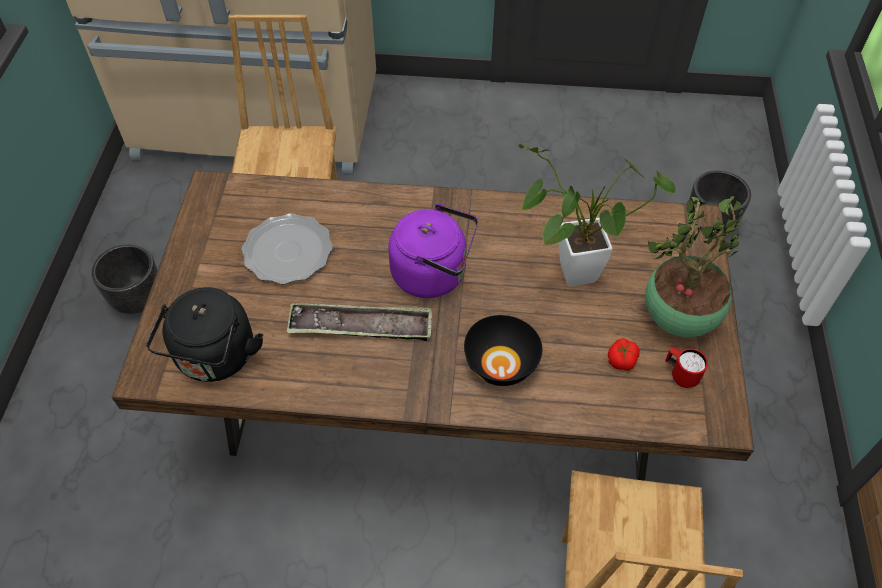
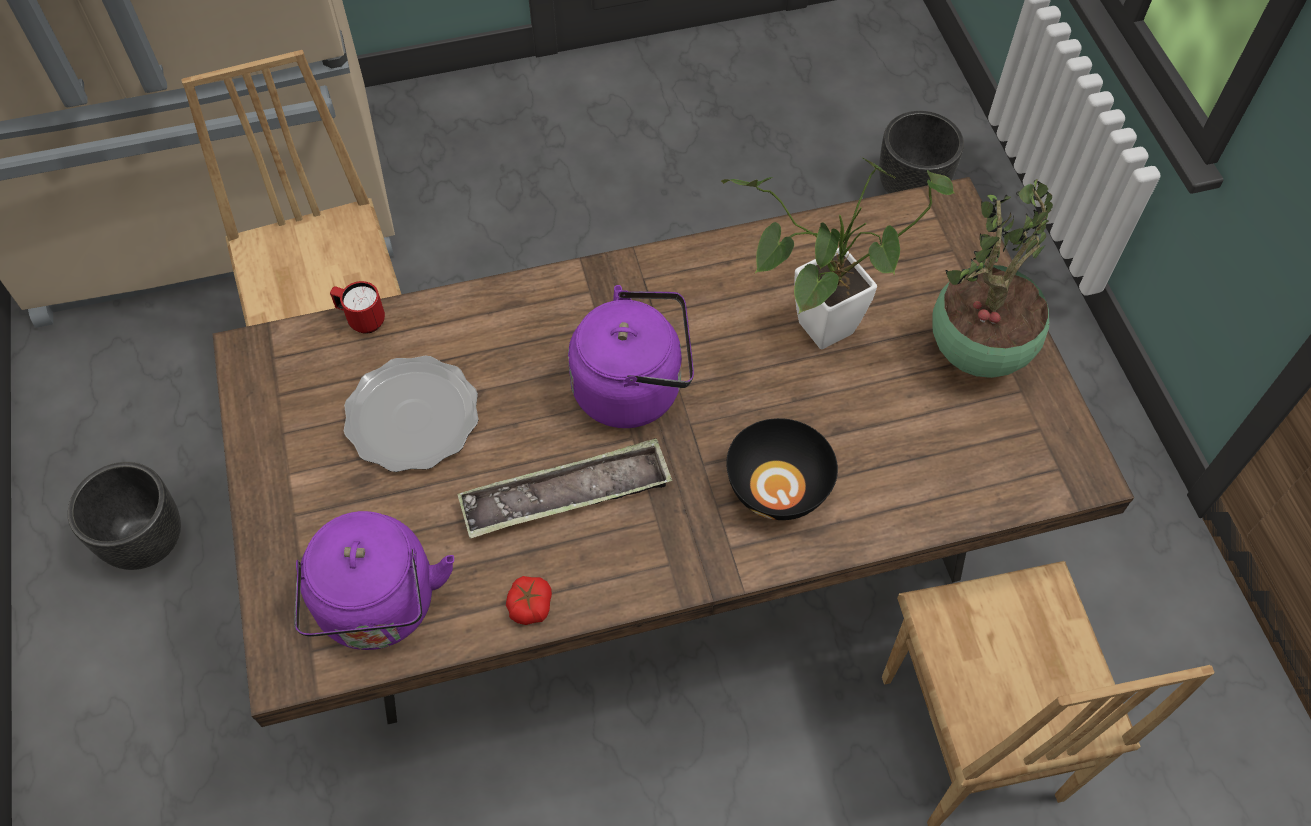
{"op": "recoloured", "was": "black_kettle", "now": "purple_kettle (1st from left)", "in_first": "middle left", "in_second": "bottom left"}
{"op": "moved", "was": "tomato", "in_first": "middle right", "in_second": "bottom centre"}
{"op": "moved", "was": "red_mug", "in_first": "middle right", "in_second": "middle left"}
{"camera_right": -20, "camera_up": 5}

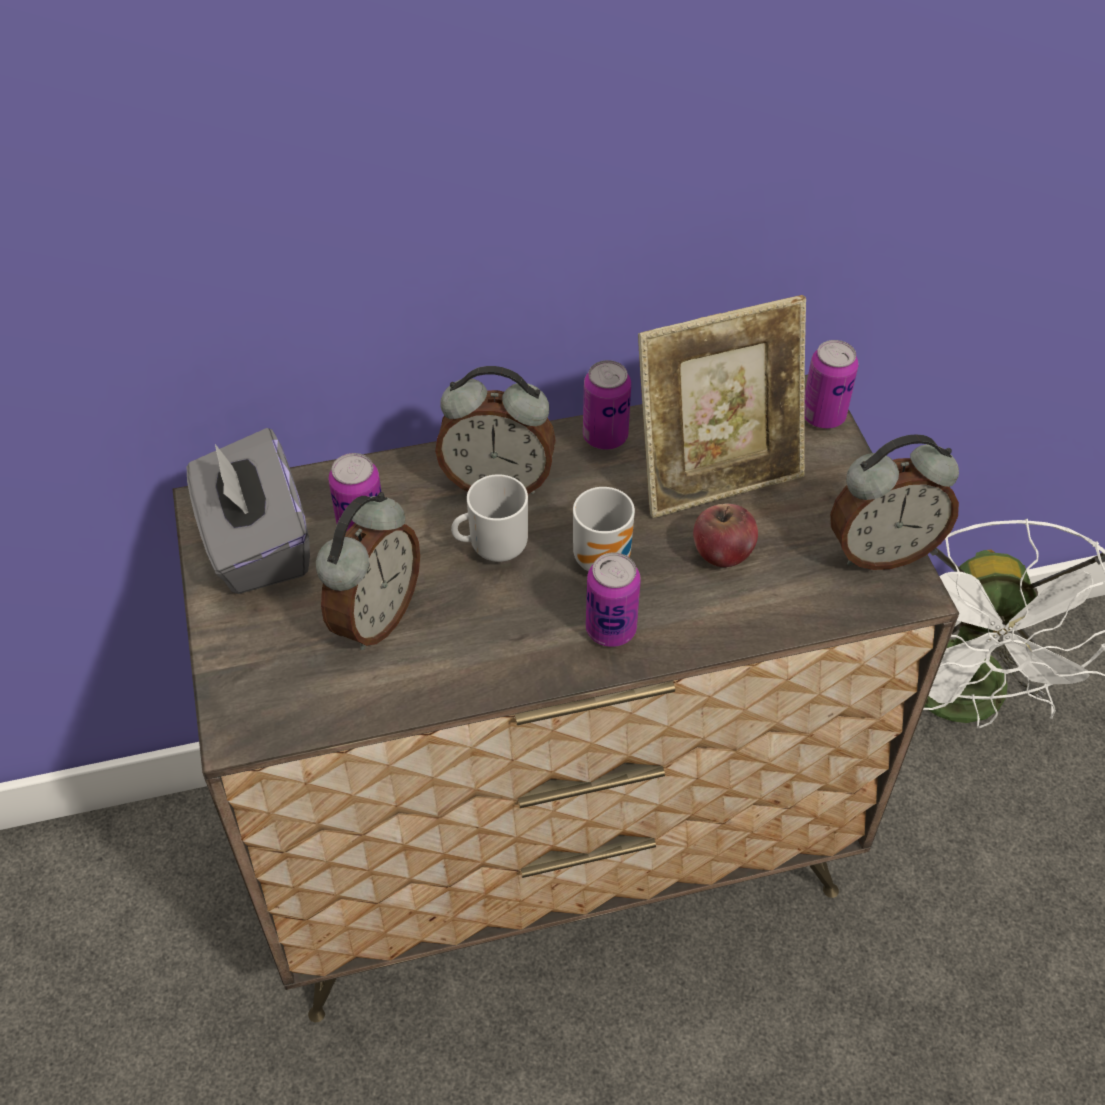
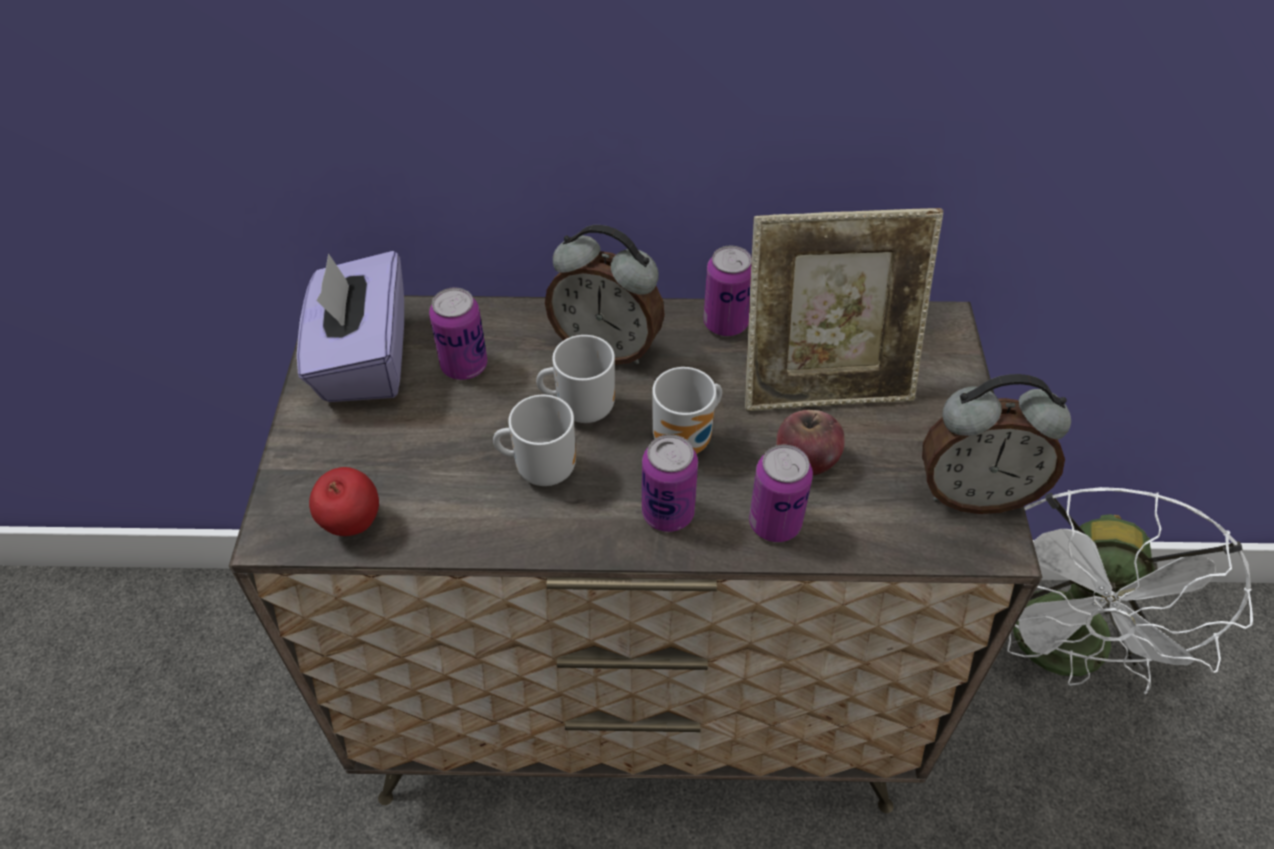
{"op": "recoloured", "was": "grey_tissue_box", "now": "purple_tissue_box", "in_first": "middle left", "in_second": "middle left"}
{"op": "removed", "was": "alarm_clock (1st from left)", "in_first": "middle left"}
{"op": "moved", "was": "can (4th from left)", "in_first": "middle right", "in_second": "centre"}
{"op": "added", "now": "apple (1st from left)", "in_second": "middle left"}
{"op": "added", "now": "mug (1st from left)", "in_second": "centre"}
{"camera_right": 15, "camera_up": 0}

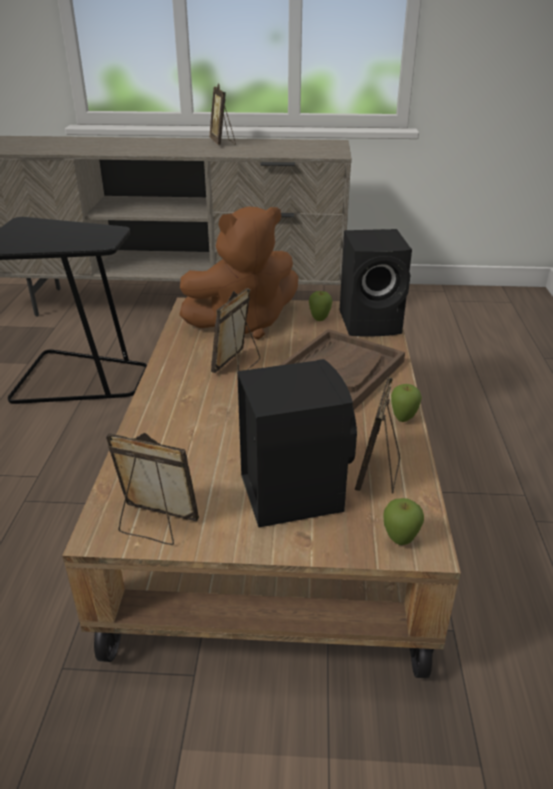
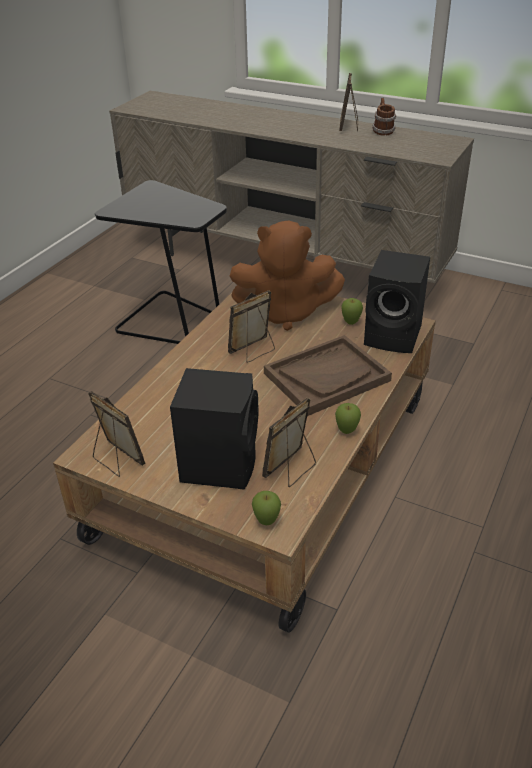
{"op": "added", "now": "mug", "in_second": "top right"}
{"camera_right": 25, "camera_up": 5}

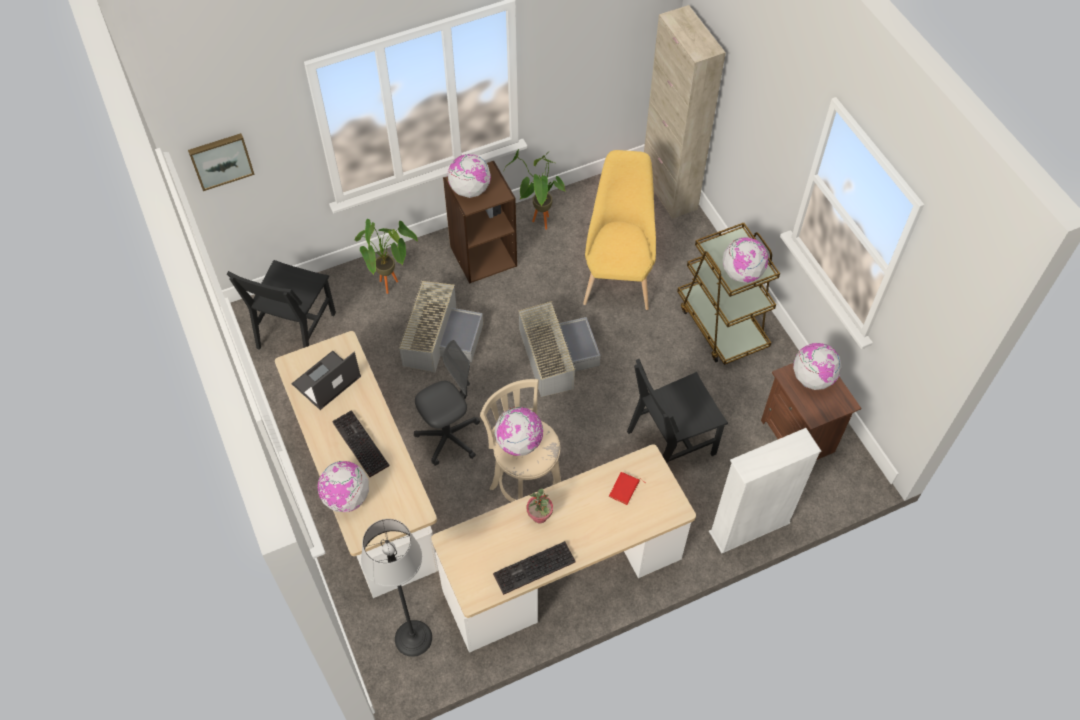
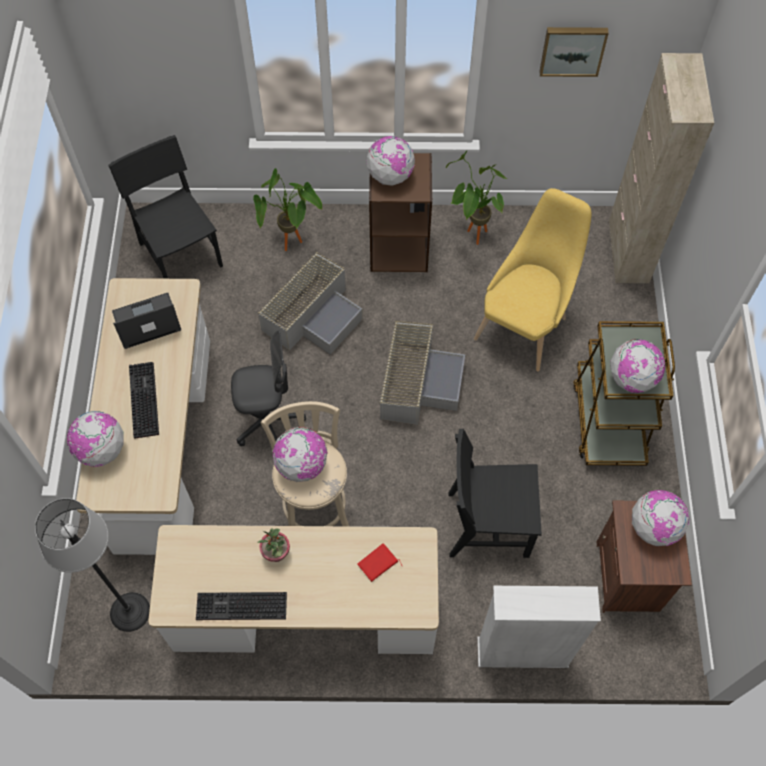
{"op": "moved", "was": "picture", "in_first": "top left", "in_second": "top right"}
{"op": "turned", "was": "black_chair (1st from left)", "in_first": "middle left", "in_second": "top left", "clockwise": 105}
{"camera_right": 25, "camera_up": 5}

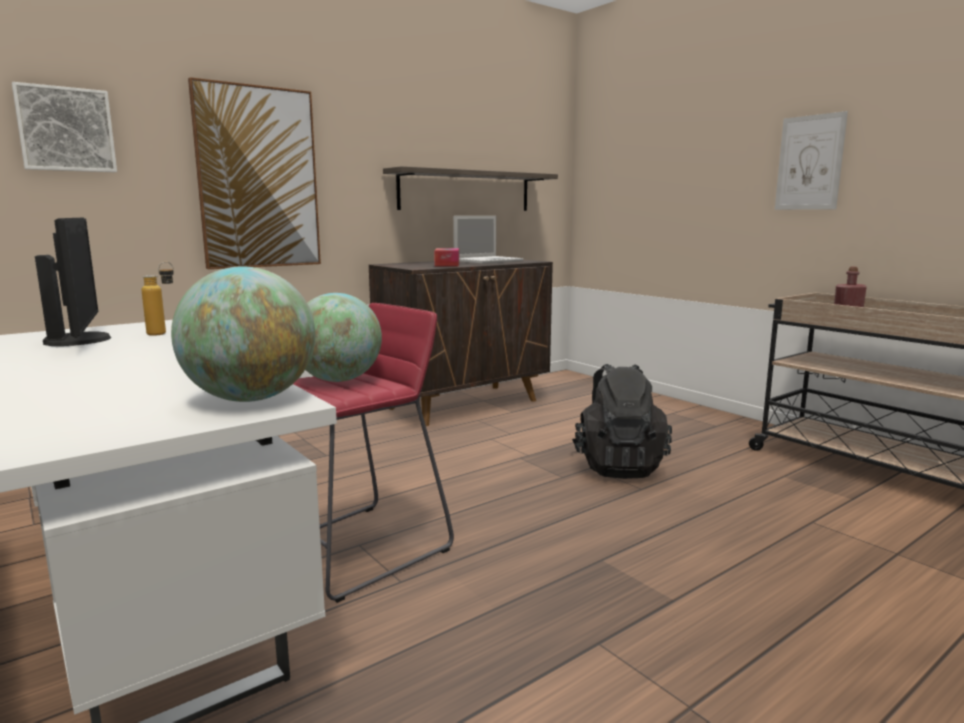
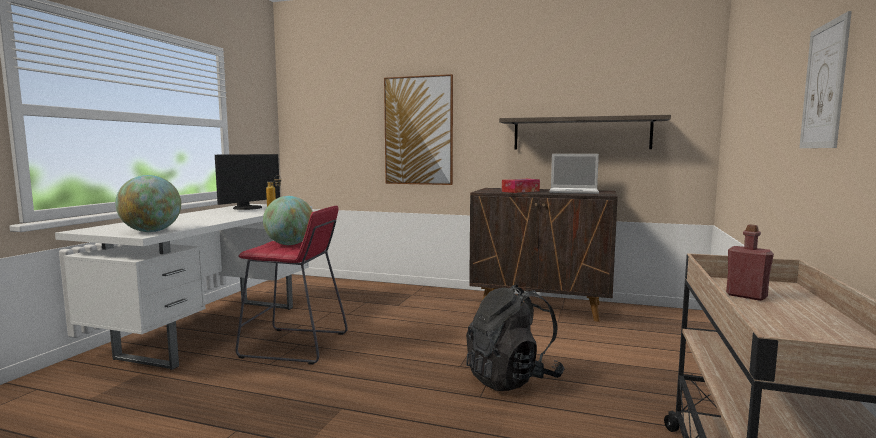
{"op": "removed", "was": "picture (1st from left)", "in_first": "top left"}
{"camera_right": 55, "camera_up": -5}

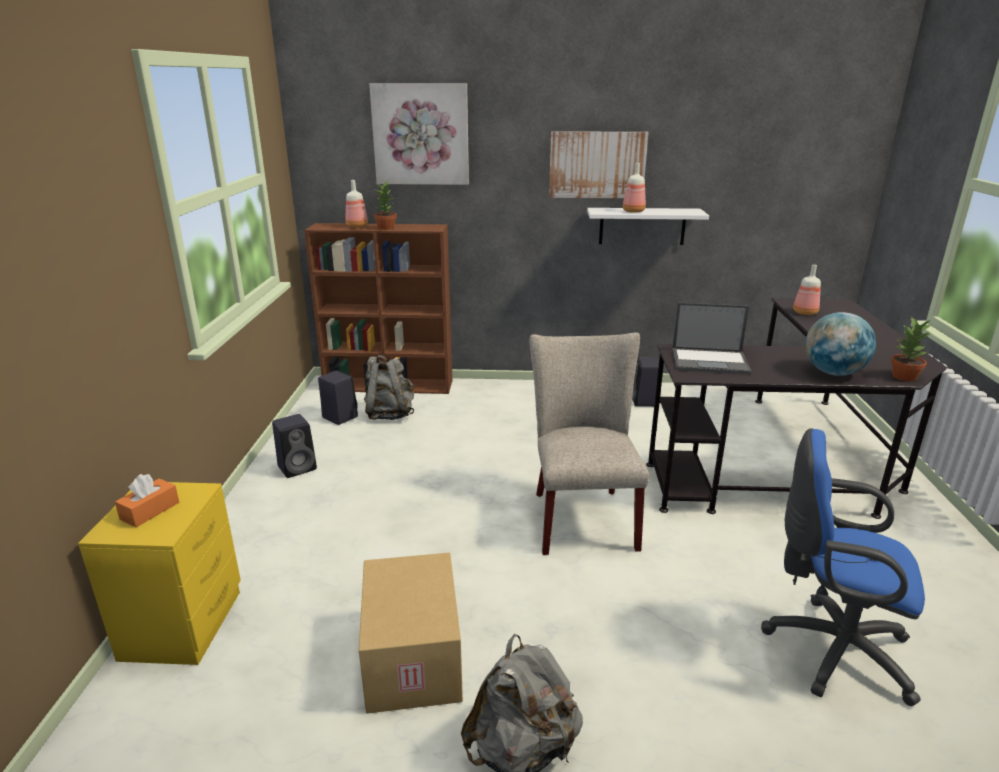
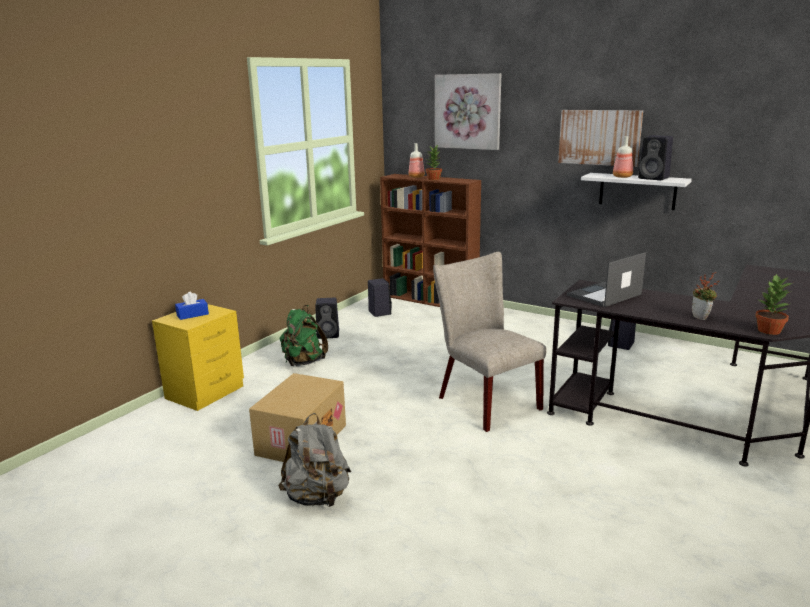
{"op": "recoloured", "was": "orange_tissue_box", "now": "blue_tissue_box", "in_first": "middle left", "in_second": "middle left"}
{"op": "removed", "was": "grey_backpack (1st from left)", "in_first": "centre"}
{"op": "turned", "was": "beige_chair", "in_first": "centre", "in_second": "centre", "clockwise": -60}
{"op": "turned", "was": "laptop", "in_first": "middle right", "in_second": "middle right", "clockwise": 105}
{"op": "removed", "was": "blue_office_chair", "in_first": "bottom right"}
{"op": "removed", "was": "bottle (3rd from left)", "in_first": "middle right"}
{"op": "replaced", "was": "globe", "now": "potted_plant (2nd from left)", "in_first": "middle right", "in_second": "middle right"}
{"op": "added", "now": "green_backpack", "in_second": "centre"}
{"op": "added", "now": "black_speaker (4th from left)", "in_second": "top right"}
{"camera_right": 30, "camera_up": -5}

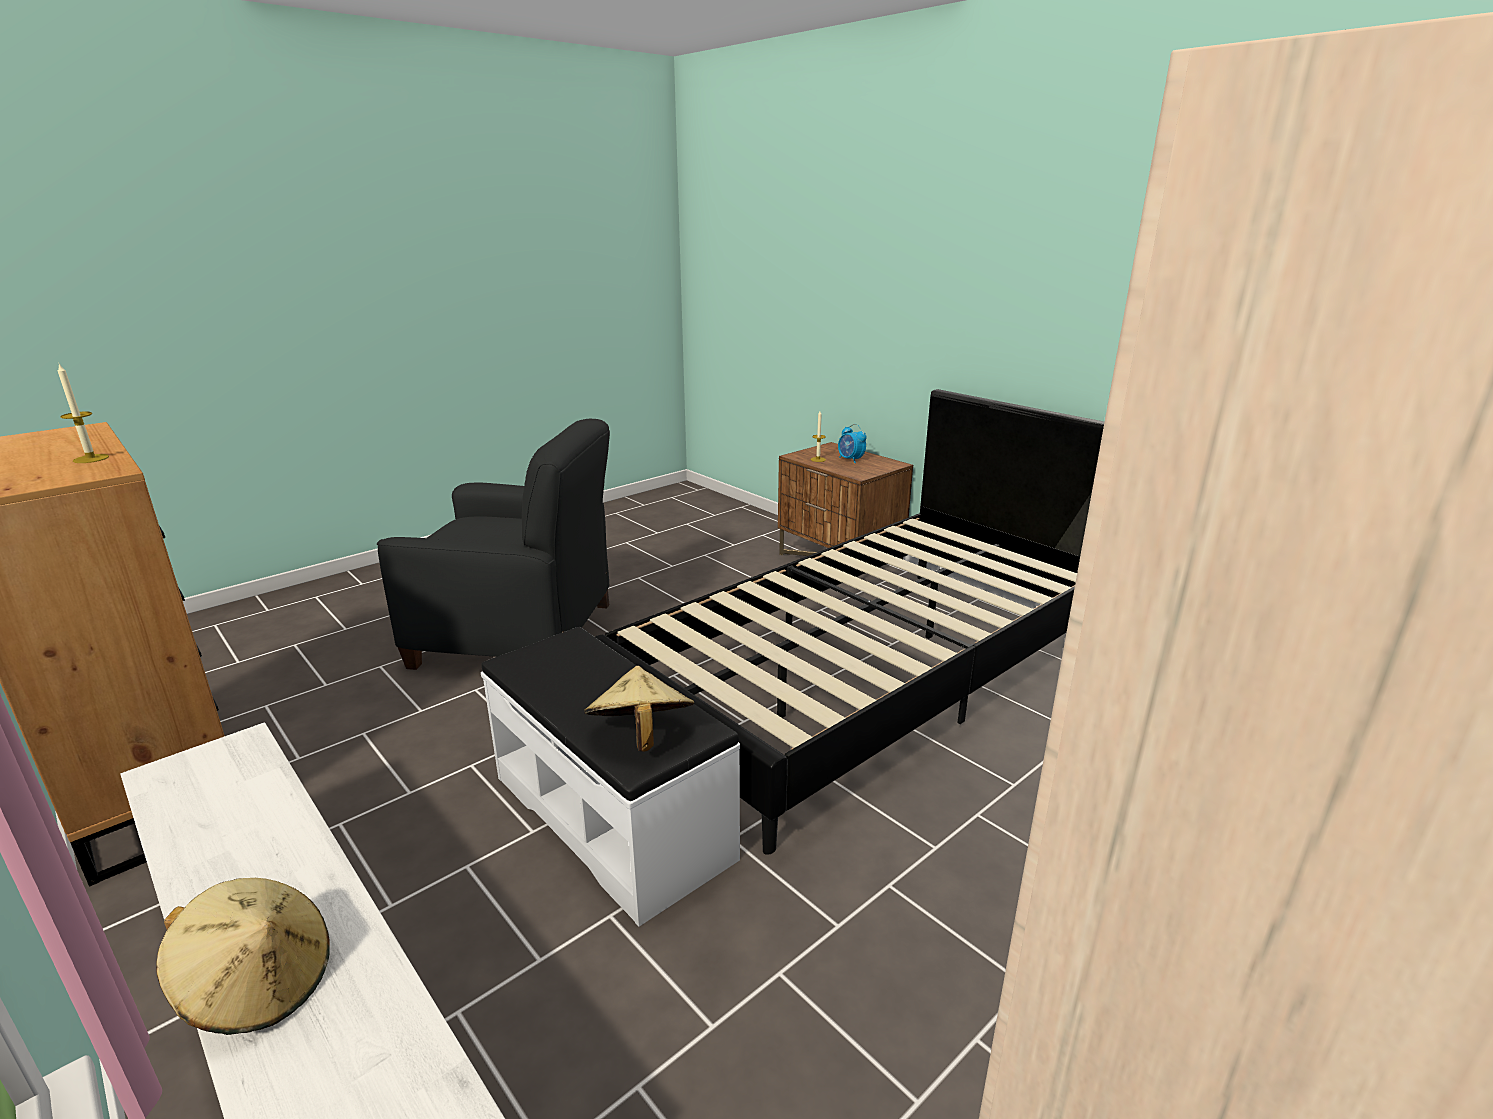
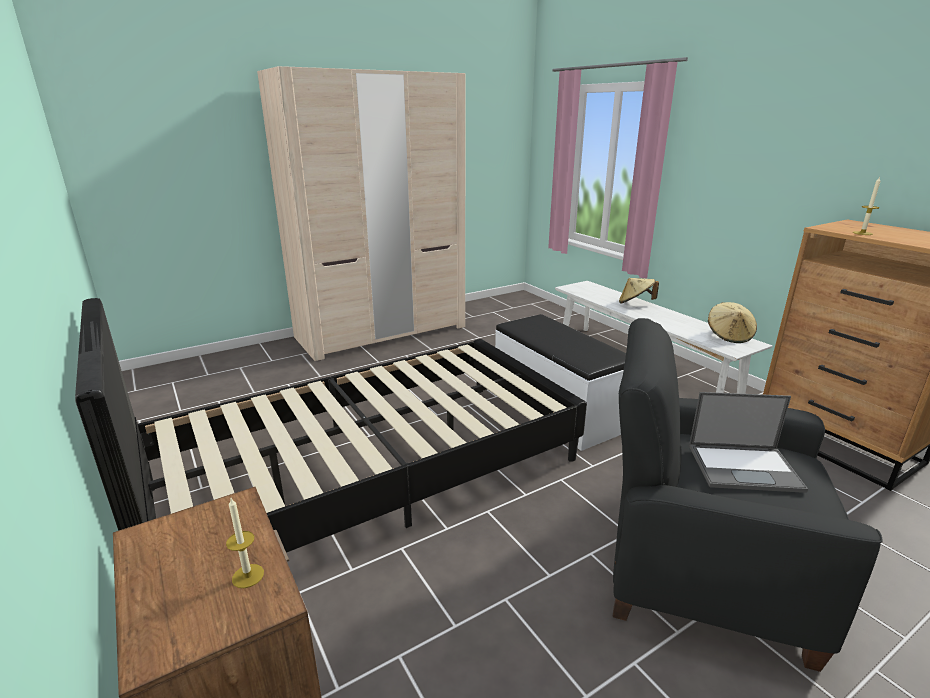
{"op": "moved", "was": "beige_hat (2nd from left)", "in_first": "centre", "in_second": "middle right"}
{"op": "removed", "was": "alarm_clock", "in_first": "centre"}
{"op": "added", "now": "laptop", "in_second": "middle right"}
{"camera_right": -170, "camera_up": 0}

